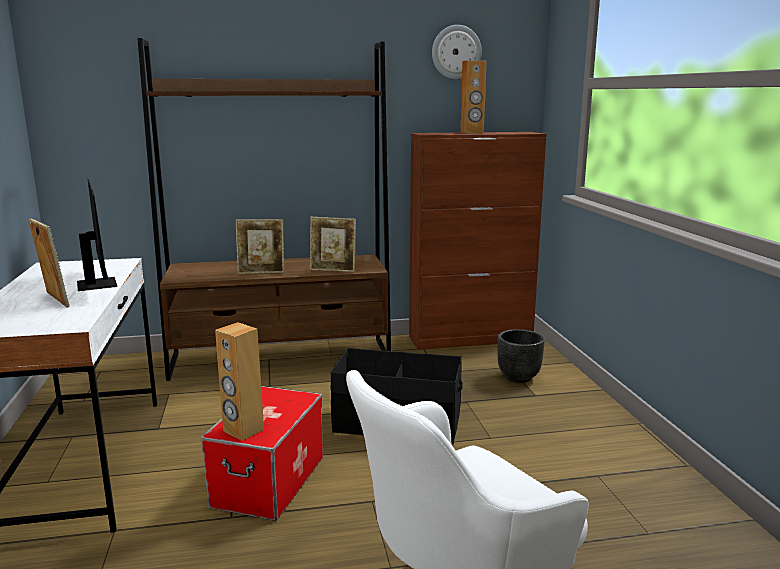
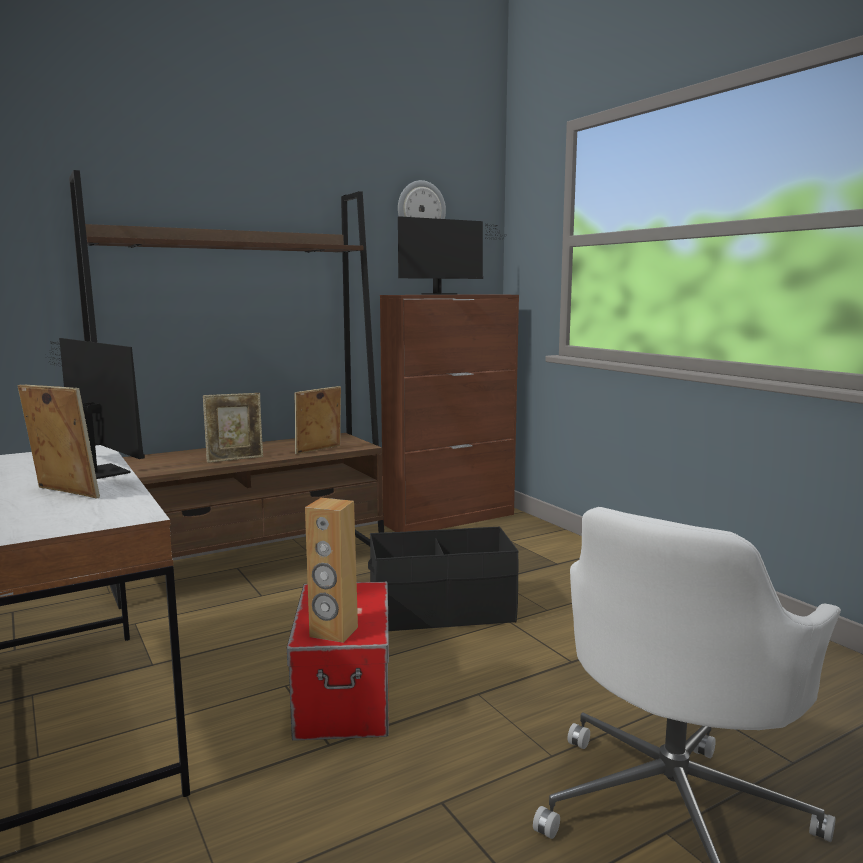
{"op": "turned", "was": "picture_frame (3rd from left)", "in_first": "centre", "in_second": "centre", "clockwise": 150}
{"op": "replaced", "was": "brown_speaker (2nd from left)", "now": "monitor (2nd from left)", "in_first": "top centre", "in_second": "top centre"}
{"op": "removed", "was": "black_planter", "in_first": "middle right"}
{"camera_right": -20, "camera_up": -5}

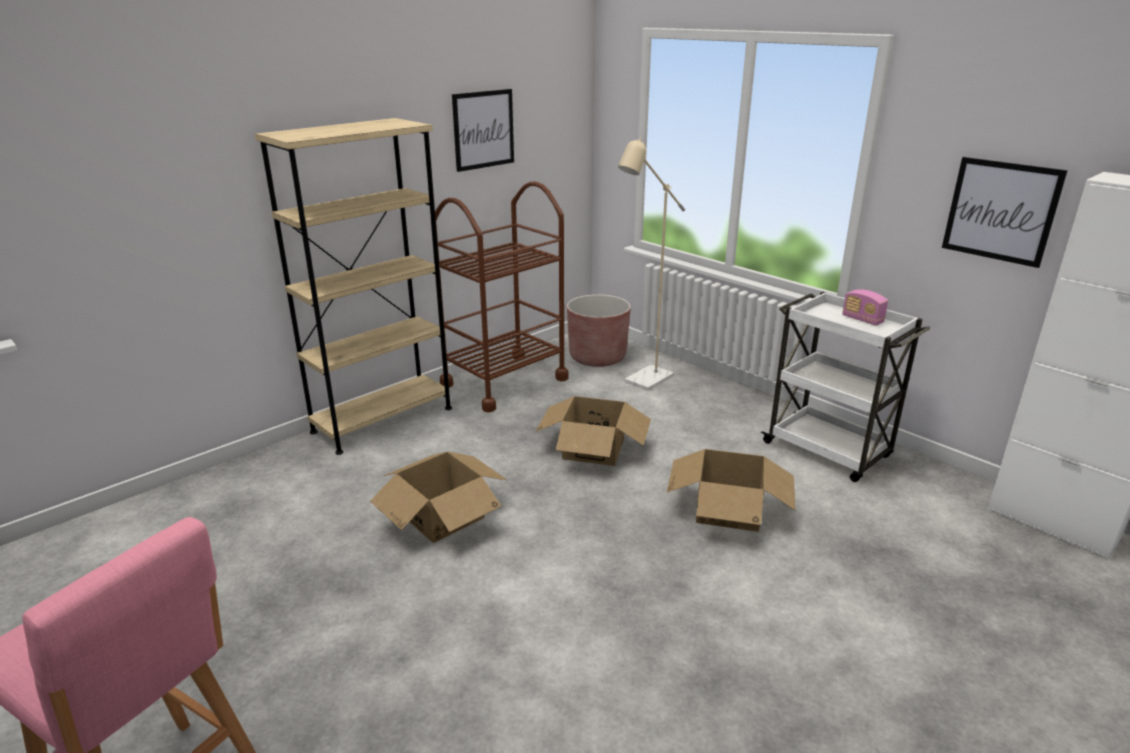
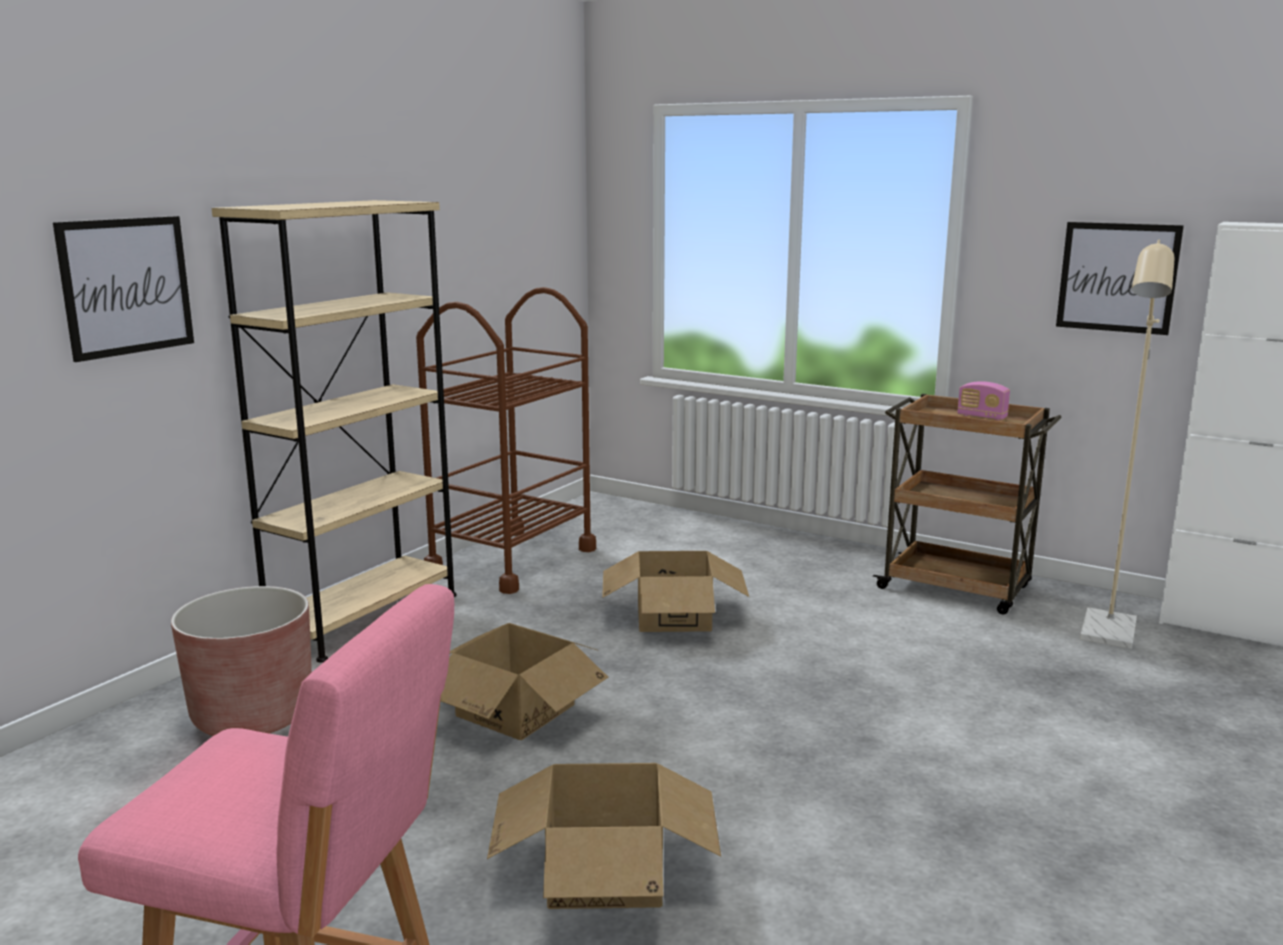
{"op": "moved", "was": "picture (1st from left)", "in_first": "top centre", "in_second": "top left"}
{"op": "moved", "was": "brown_planter", "in_first": "centre", "in_second": "bottom left"}
{"op": "moved", "was": "beige_floor_lamp", "in_first": "centre", "in_second": "middle right"}
{"op": "moved", "was": "cardboard_box (3rd from left in the first image)", "now": "cardboard_box (2nd from left)", "in_first": "centre", "in_second": "bottom centre"}
{"op": "recoloured", "was": "white_cart", "now": "brown_cart (2nd from left)", "in_first": "middle right", "in_second": "middle right"}
{"camera_right": -15, "camera_up": -10}

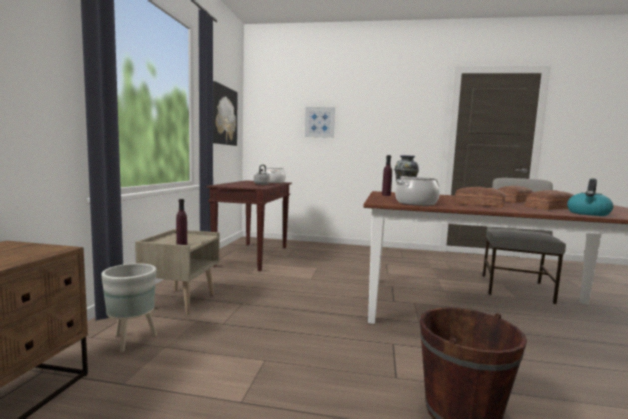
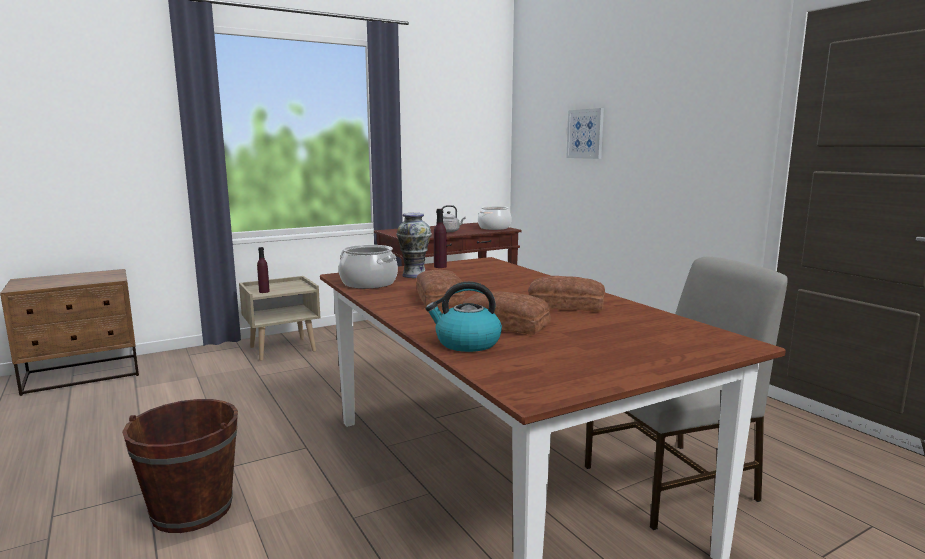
{"op": "removed", "was": "grey_planter", "in_first": "bottom left"}
{"op": "removed", "was": "picture (1st from left)", "in_first": "top centre"}
{"camera_right": 50, "camera_up": 5}

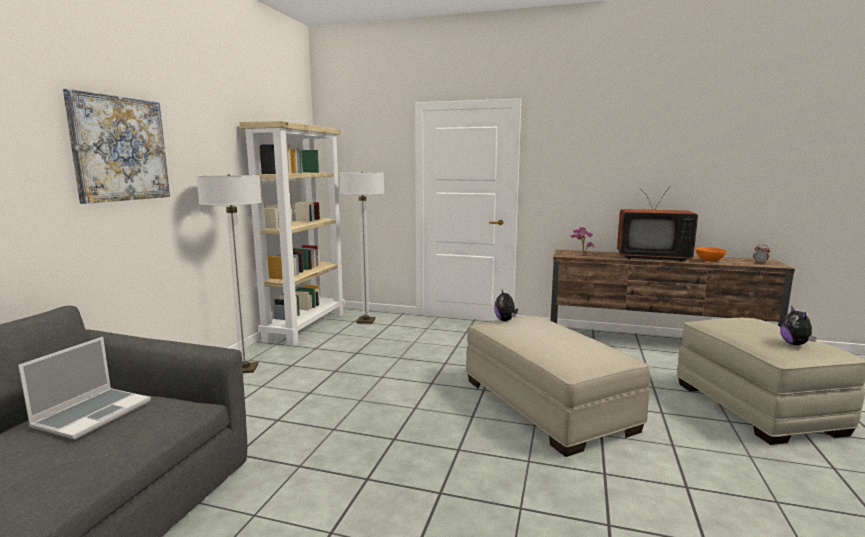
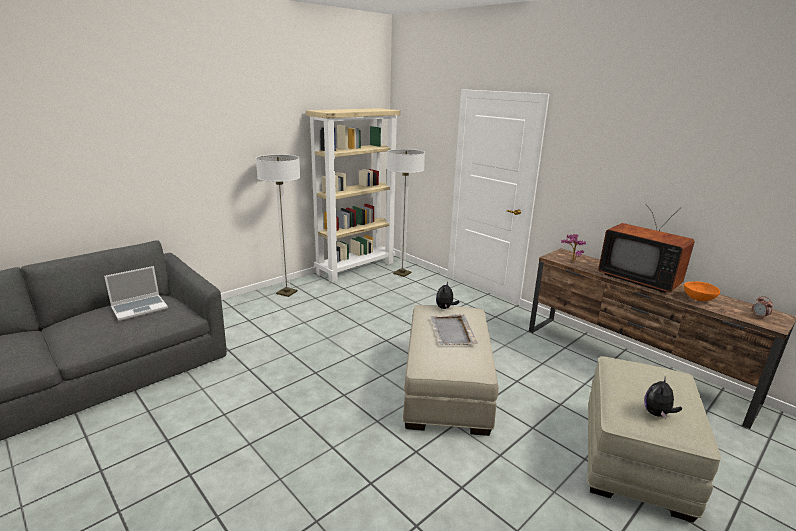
{"op": "removed", "was": "picture", "in_first": "top left"}
{"op": "added", "now": "grey_tray", "in_second": "centre"}
{"camera_right": 30, "camera_up": 10}

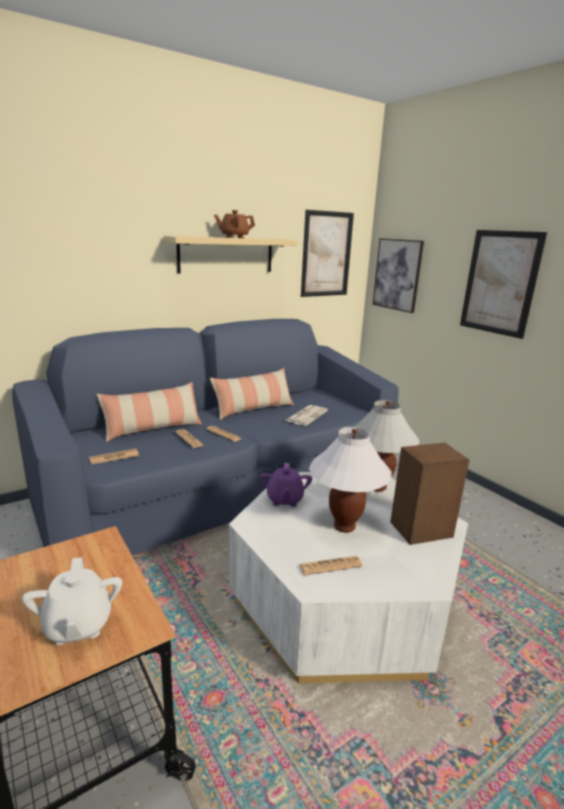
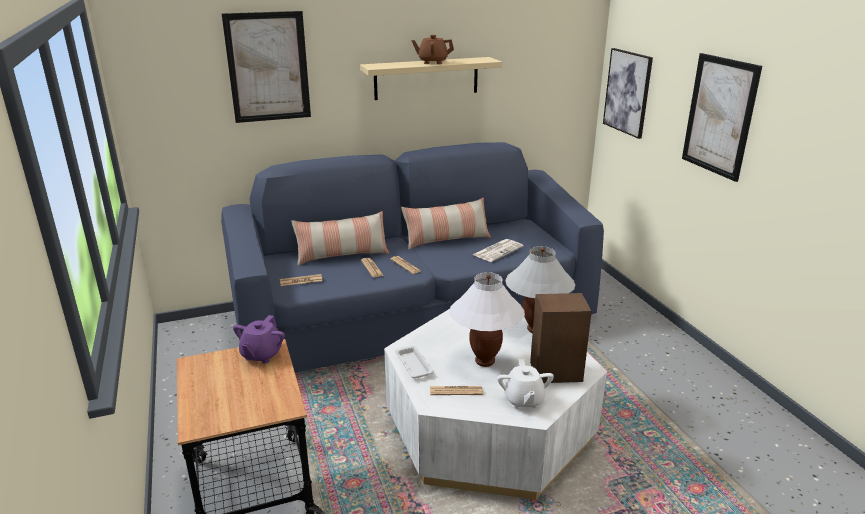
{"op": "moved", "was": "white_teapot", "in_first": "bottom left", "in_second": "bottom centre"}
{"op": "moved", "was": "purple_teapot", "in_first": "centre", "in_second": "middle left"}
{"op": "moved", "was": "picture (1st from left)", "in_first": "top centre", "in_second": "top left"}
{"op": "added", "now": "white_tray", "in_second": "bottom centre"}
{"camera_right": 15, "camera_up": 5}

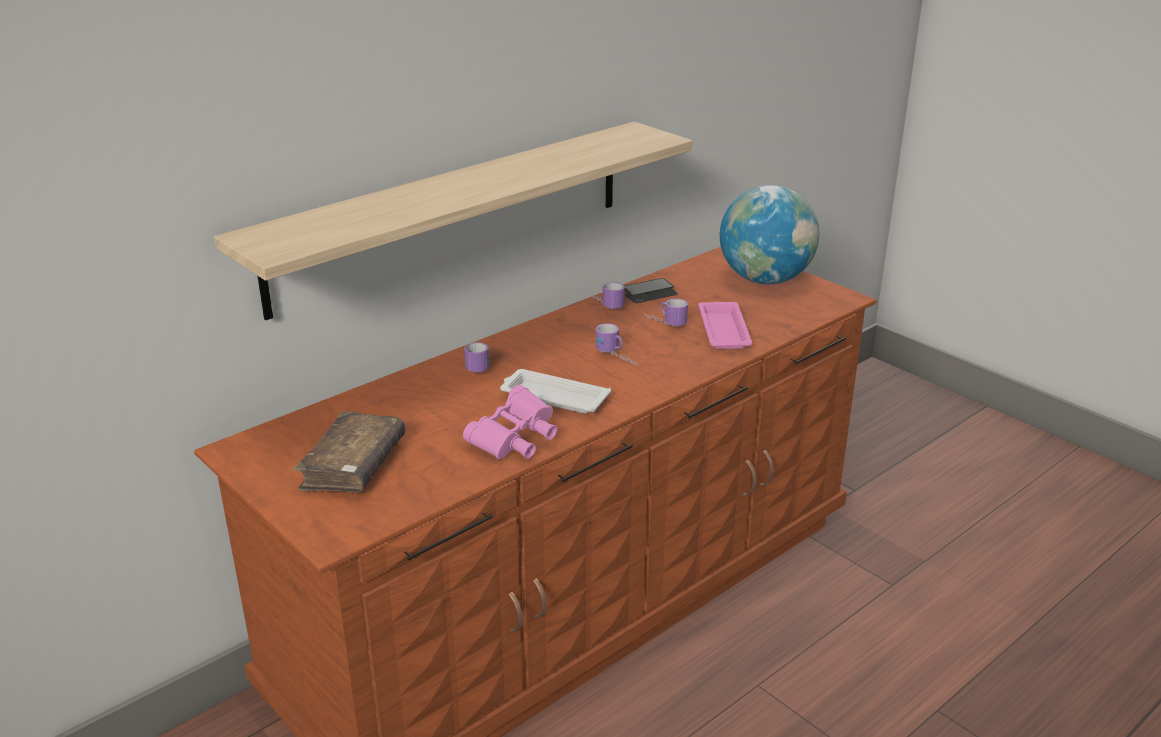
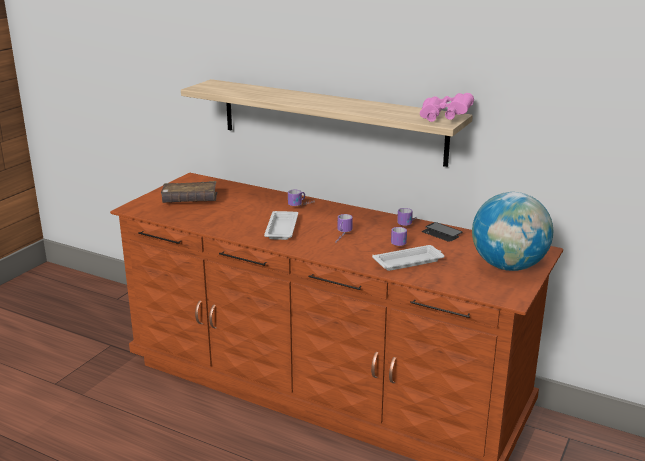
{"op": "moved", "was": "pink_binoculars", "in_first": "centre", "in_second": "top right"}
{"op": "recoloured", "was": "pink_tray", "now": "white_tray (2nd from left)", "in_first": "centre", "in_second": "centre"}
{"camera_right": 70, "camera_up": -5}

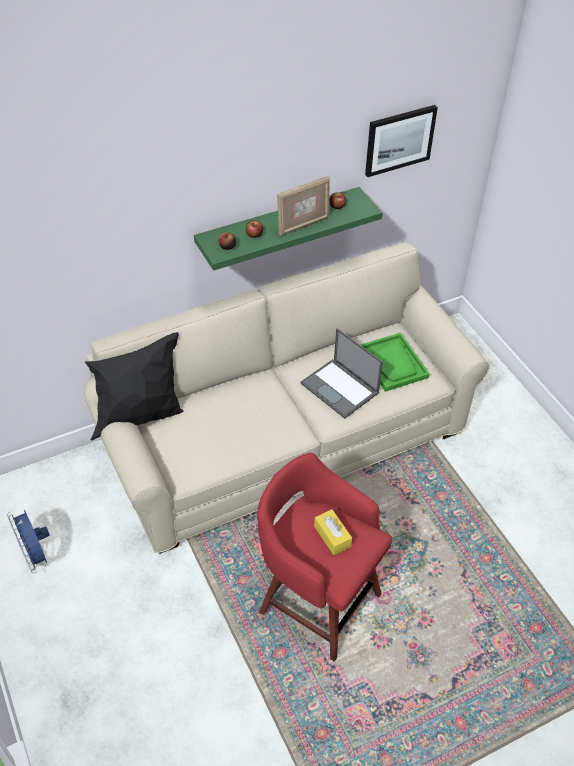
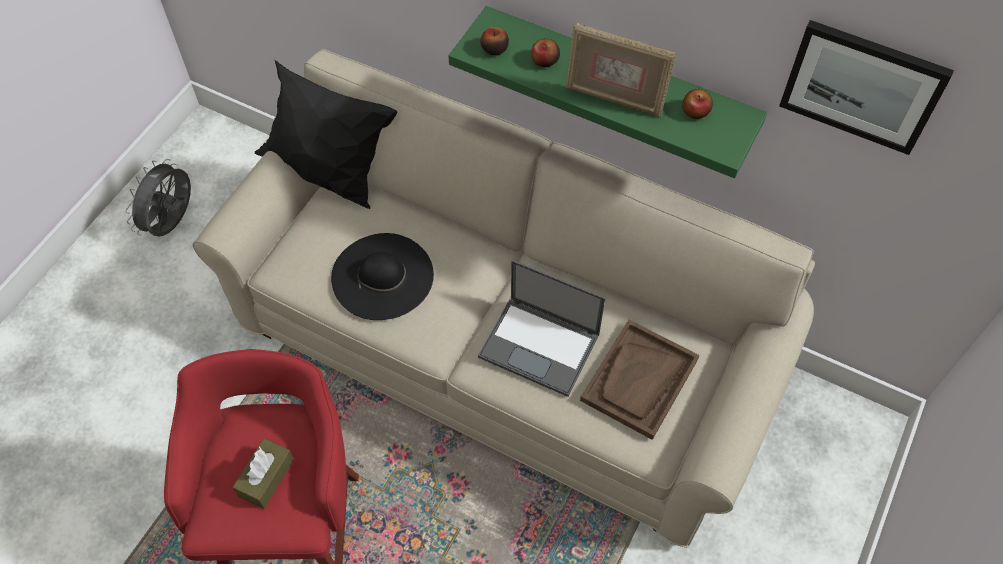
{"op": "recoloured", "was": "blue_fan", "now": "grey_fan", "in_first": "bottom left", "in_second": "middle left"}
{"op": "turned", "was": "laptop", "in_first": "centre", "in_second": "centre", "clockwise": -75}
{"op": "recoloured", "was": "yellow_tissue_box", "now": "brown_tissue_box", "in_first": "bottom centre", "in_second": "bottom left"}
{"op": "recoloured", "was": "green_tray", "now": "brown_tray", "in_first": "middle right", "in_second": "bottom centre"}
{"op": "added", "now": "black_hat", "in_second": "centre"}
{"camera_right": 55, "camera_up": 10}

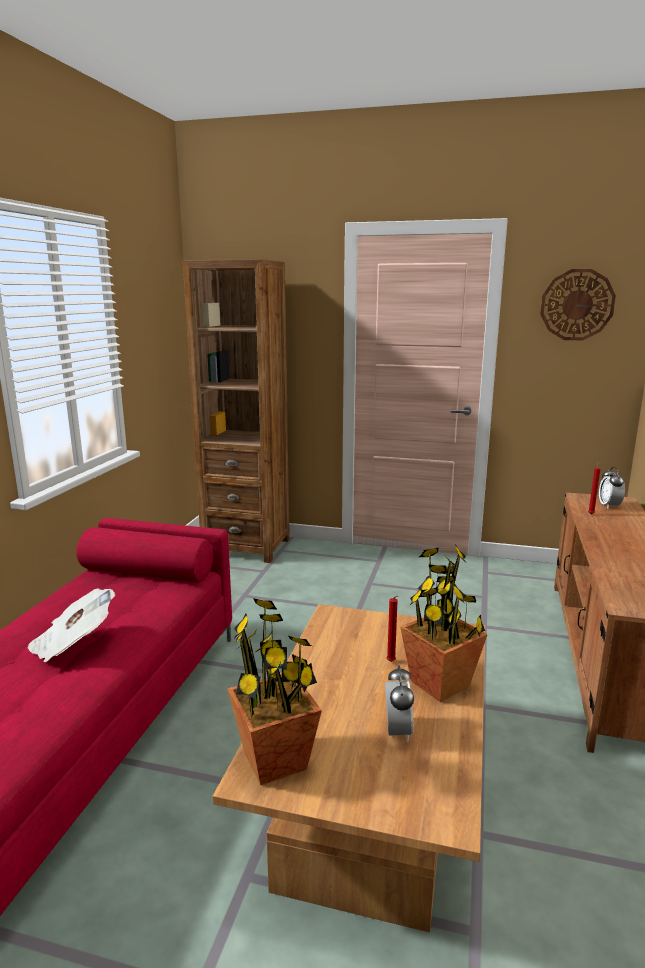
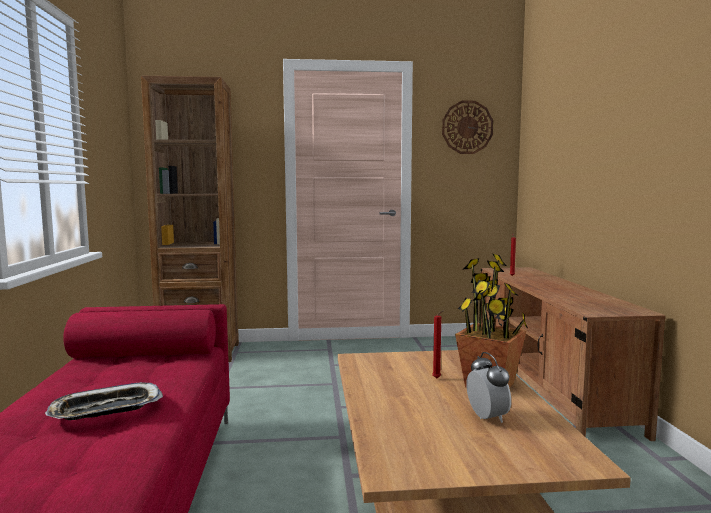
{"op": "replaced", "was": "newspaper", "now": "tray", "in_first": "middle left", "in_second": "bottom left"}
{"op": "removed", "was": "potted_plant (1st from left)", "in_first": "bottom centre"}
{"op": "removed", "was": "alarm_clock (2nd from left)", "in_first": "middle right"}
{"camera_right": -20, "camera_up": -10}

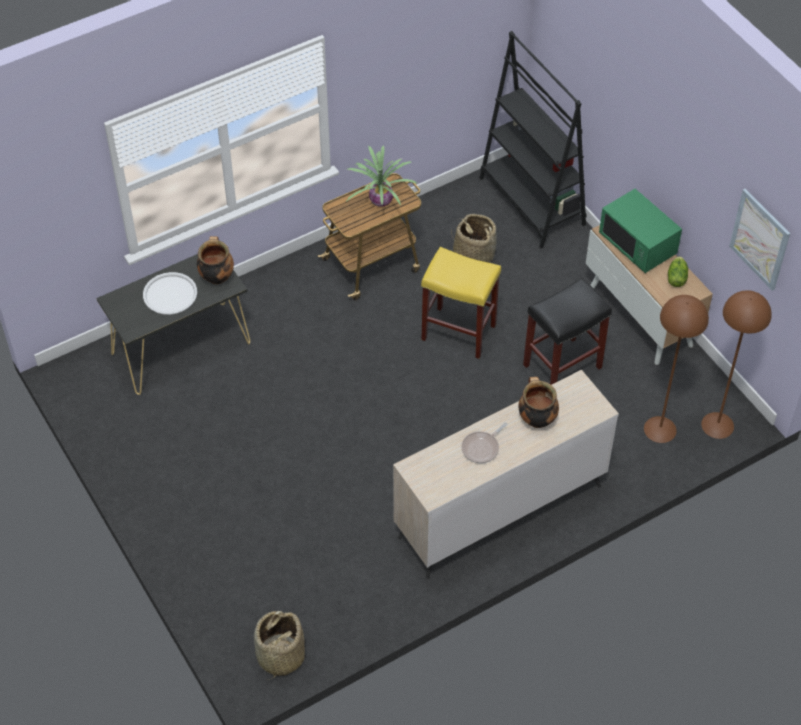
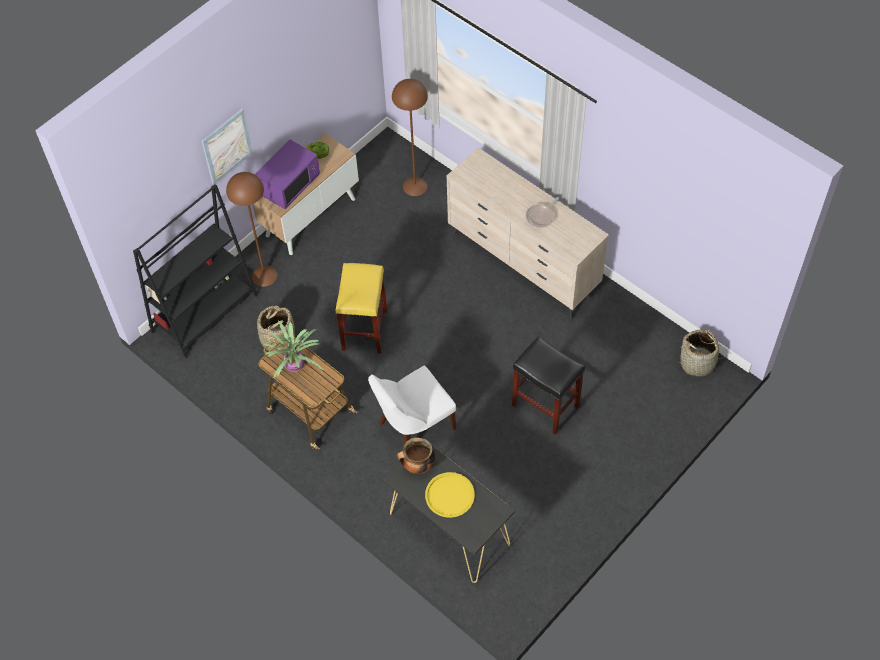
{"op": "recoloured", "was": "white_tray", "now": "yellow_tray", "in_first": "middle left", "in_second": "bottom centre"}
{"op": "turned", "was": "frying_pan", "in_first": "centre", "in_second": "top centre", "clockwise": 105}
{"op": "removed", "was": "cooking_pot (2nd from left)", "in_first": "middle right"}
{"op": "moved", "was": "black_stool", "in_first": "middle right", "in_second": "centre"}
{"op": "recoloured", "was": "green_microwave", "now": "purple_microwave", "in_first": "top right", "in_second": "top left"}
{"op": "moved", "was": "brown_floor_lamp (2nd from left in the first image)", "now": "brown_floor_lamp (1st from left)", "in_first": "middle right", "in_second": "middle left"}
{"op": "moved", "was": "picture", "in_first": "top right", "in_second": "top left"}
{"op": "added", "now": "white_chair", "in_second": "centre"}
{"camera_right": -105, "camera_up": 5}

